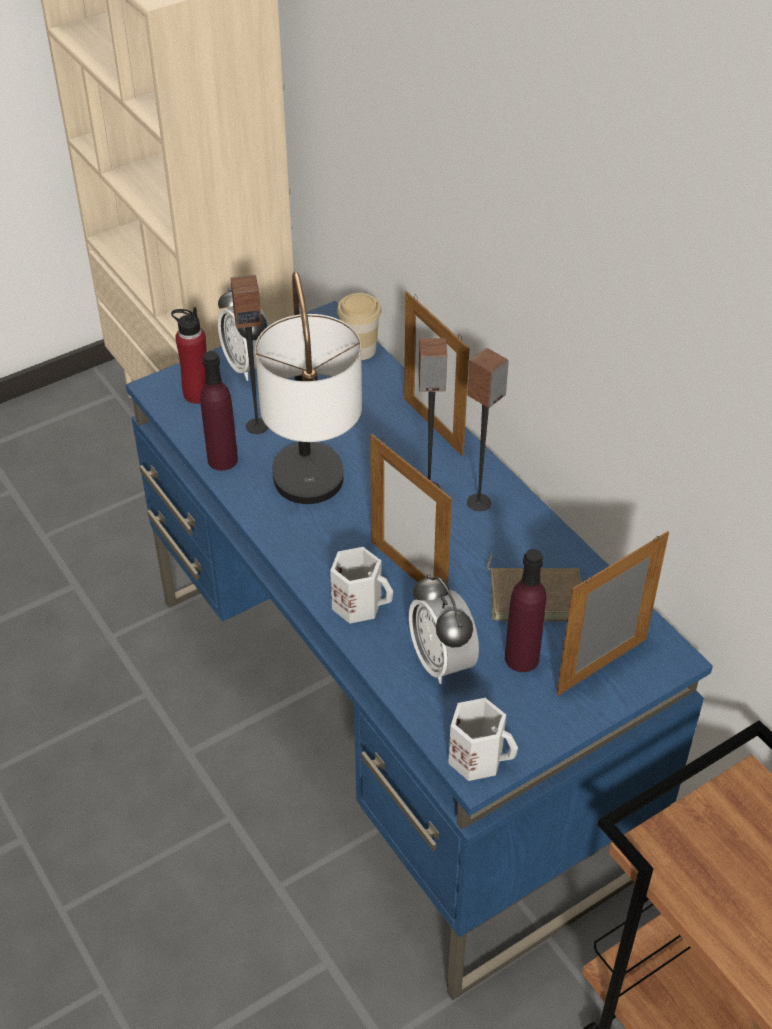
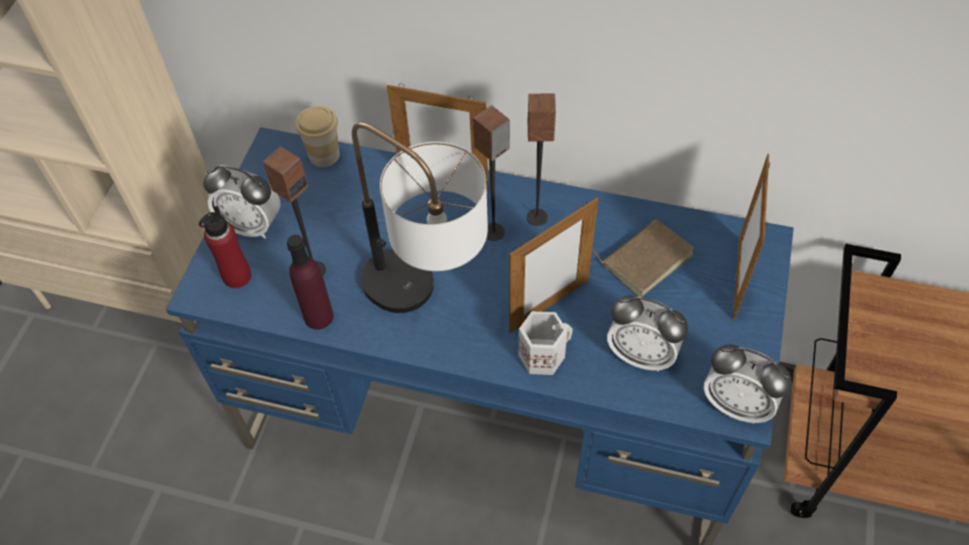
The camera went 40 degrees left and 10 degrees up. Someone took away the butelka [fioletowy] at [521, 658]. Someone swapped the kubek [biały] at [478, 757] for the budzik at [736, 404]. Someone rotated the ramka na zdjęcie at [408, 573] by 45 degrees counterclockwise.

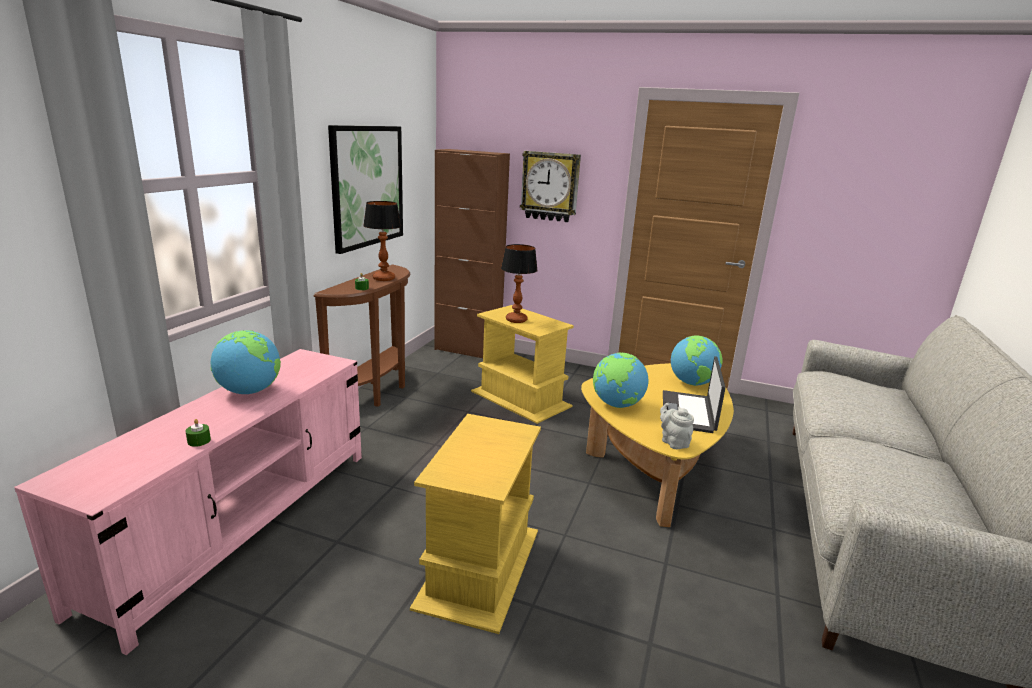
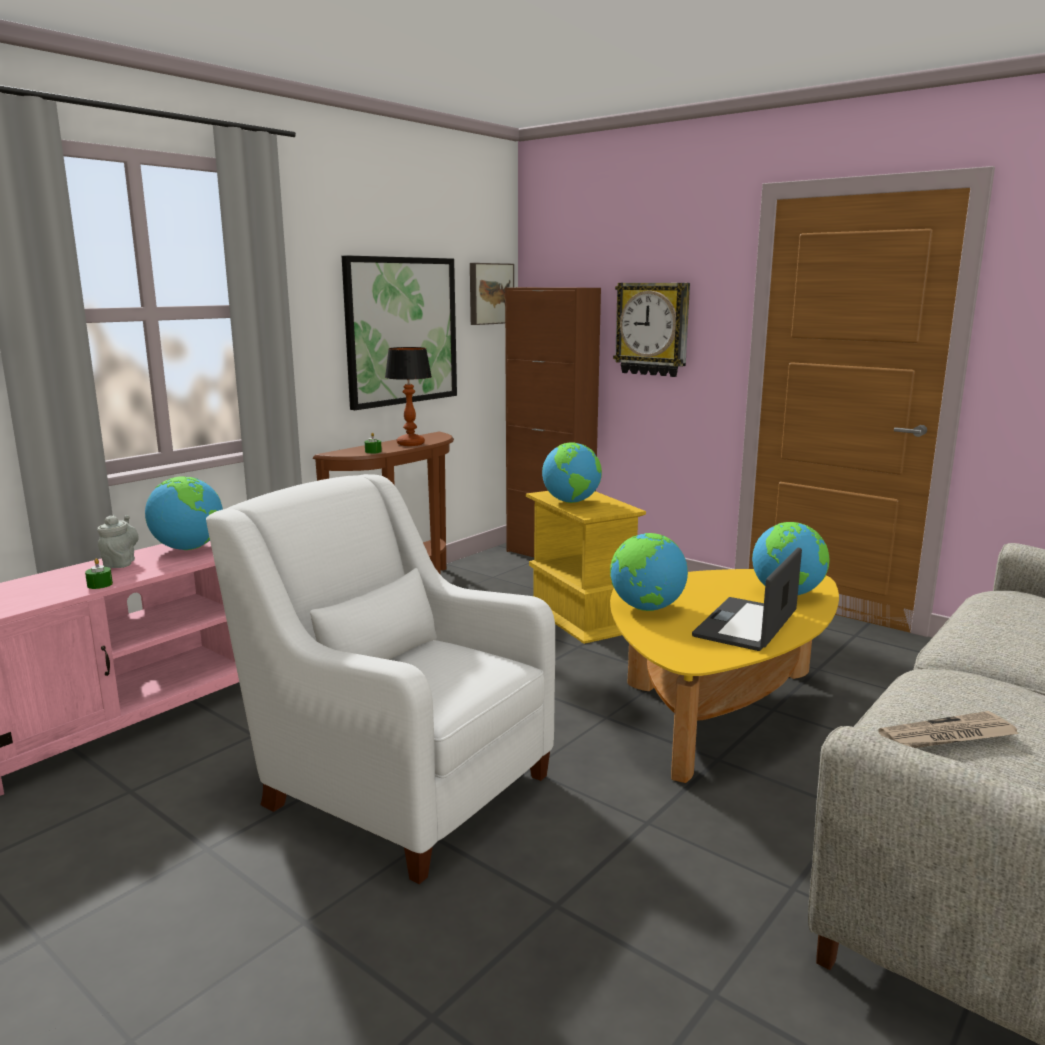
The camera went 20 degrees right and 5 degrees down. Someone put up the obraz at [490, 293]. Someone put down the gazeta at [947, 736]. Someone carried the imbryk [szary] from [673, 442] to [120, 563]. Someone swapped the stolik [żółty] at [480, 566] for the fotel [biały] at [397, 784]. Someone swapped the lampa stołowa at [516, 320] for the globus at [571, 501].

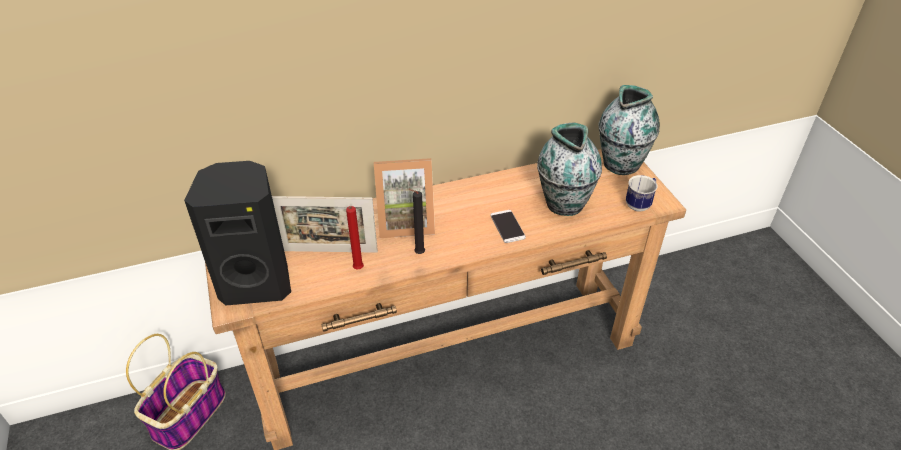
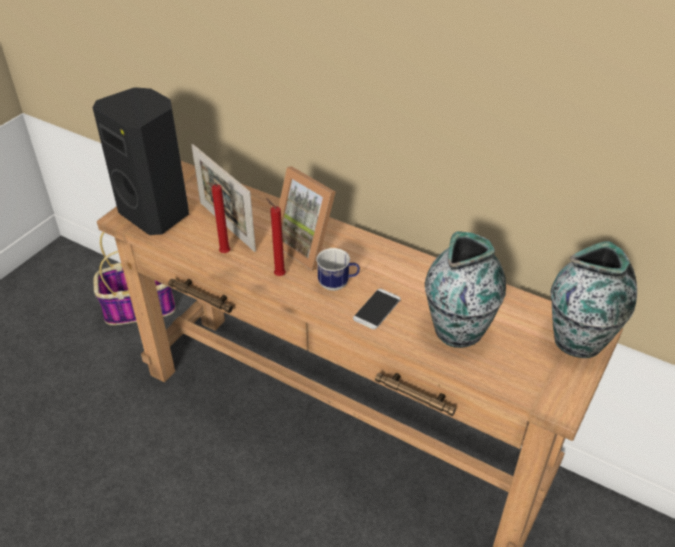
The camera went 50 degrees right and 0 degrees up. Someone carried the kubek from [640, 204] to [338, 284]. Someone repainted the świeca [czarny] at [418, 254], which became the świeca [czerwony] at [278, 275].

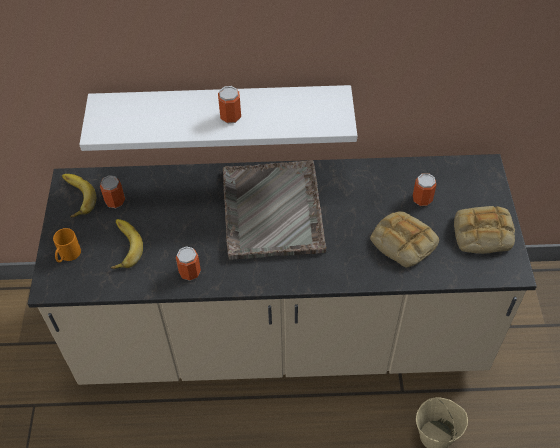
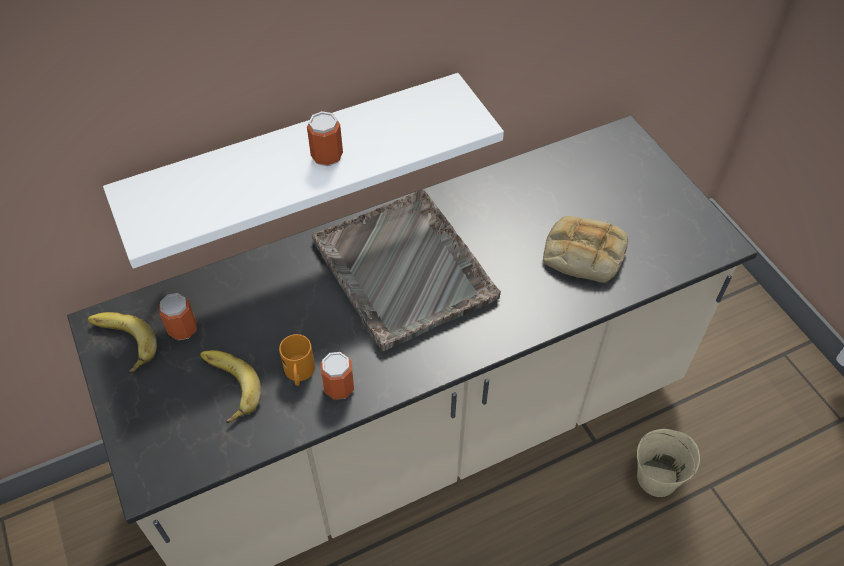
The camera went 25 degrees left and 0 degrees up. Someone took away the puszka at [422, 199]. Someone took away the chleb at [482, 234]. Someone carried the kubek [pomarańczowy] from [68, 256] to [299, 374].

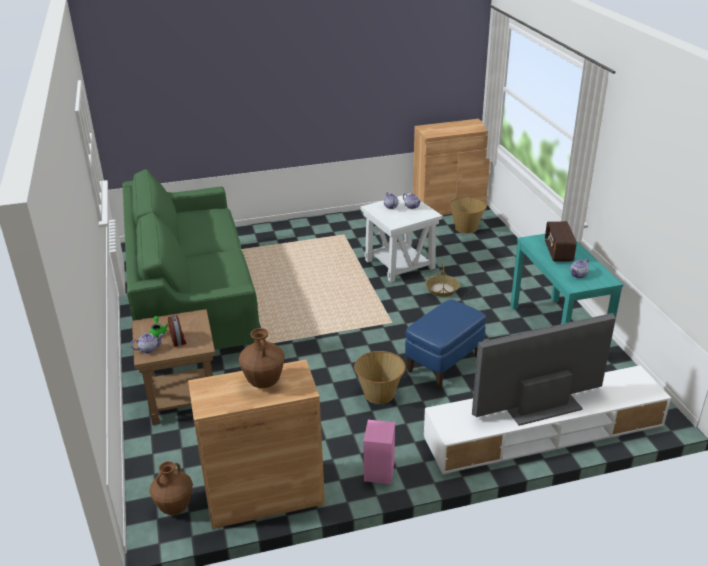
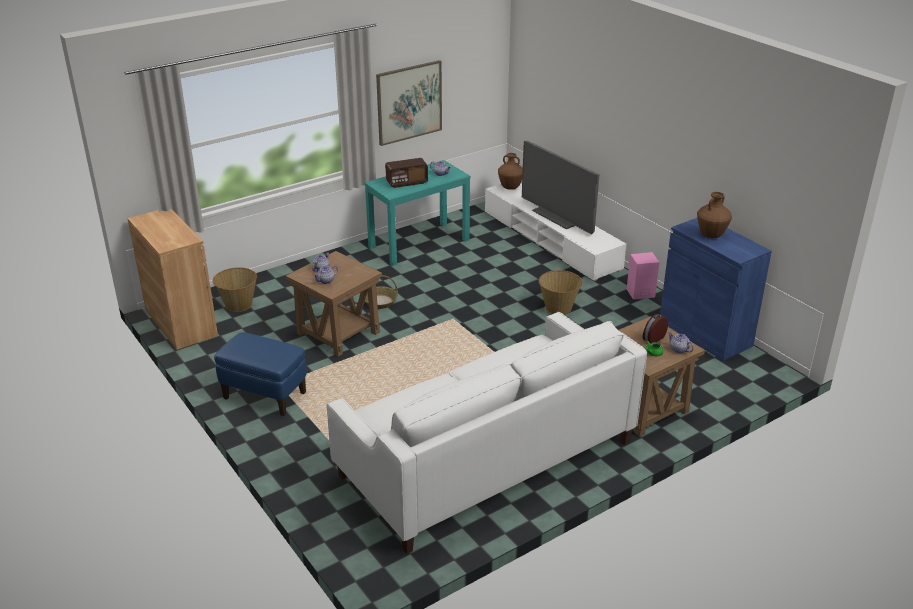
The camera went 110 degrees left and 0 degrees up. Someone put up the obraz at [409, 102]. Someone carried the wazon [brązowy] from [175, 507] to [510, 187]. Someone carried the pufa [niebieski] from [443, 364] to [265, 396]. Someone repainted the kanapa [zielony] at [193, 301], which became the kanapa [biały] at [486, 458]. Someone repainted the szafka [brązowy] at [264, 495], which became the szafka [niebieski] at [705, 333]. Someone repainted the stolik [biały] at [399, 264], which became the stolik [brązowy] at [339, 333].

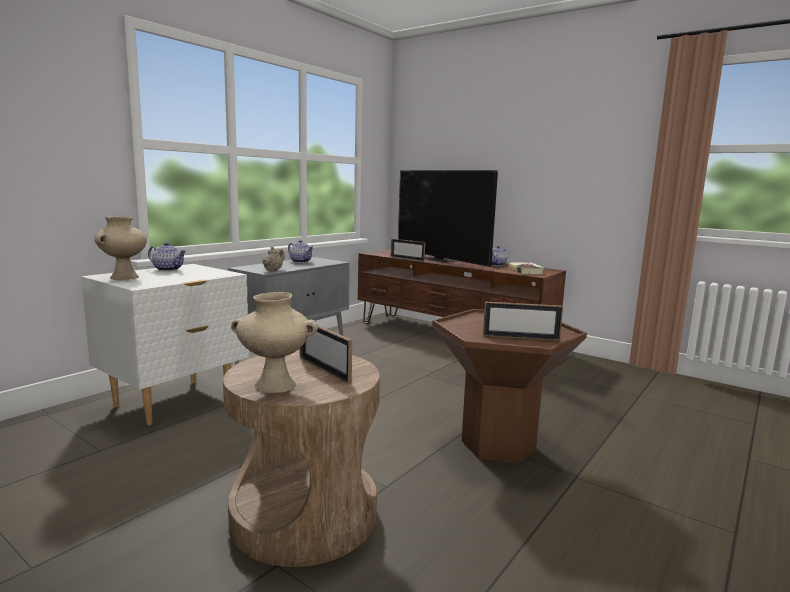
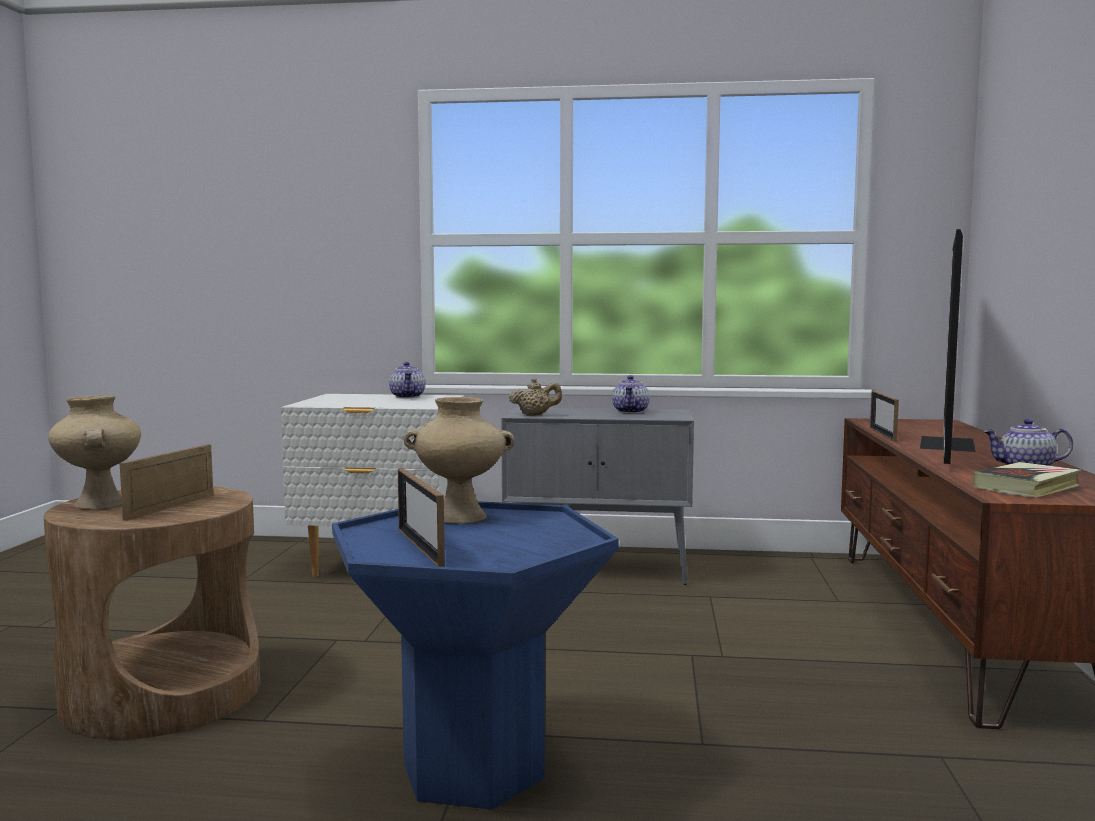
The camera went 60 degrees right and 5 degrees down. Someone carried the wazon [beżowy] from [124, 277] to [461, 517]. Someone repainted the stolik [brązowy] at [498, 445], which became the stolik [niebieski] at [474, 770].

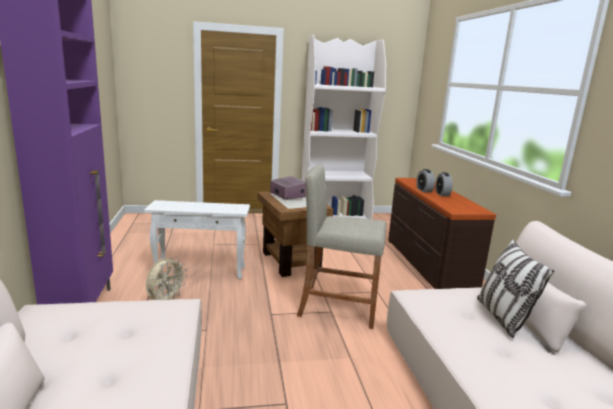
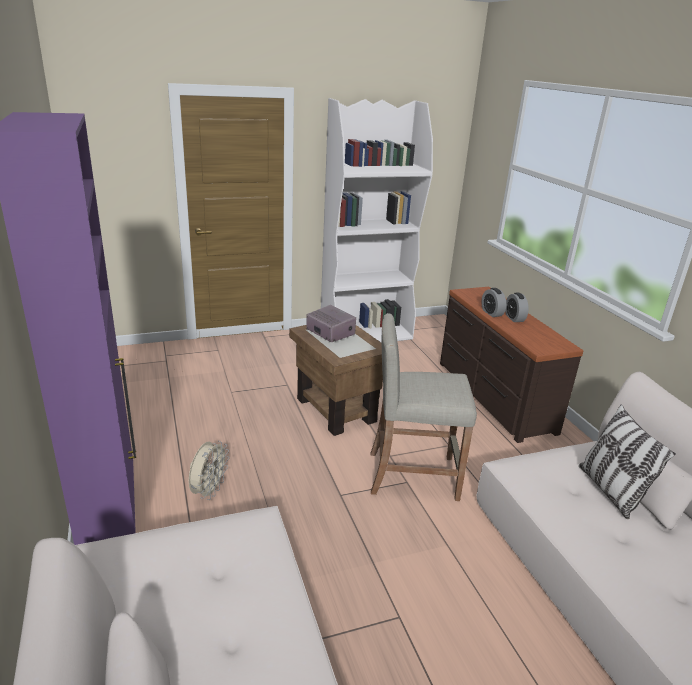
The camera went 10 degrees left and 10 degrees up. Someone took away the stolik [biały] at [200, 271].

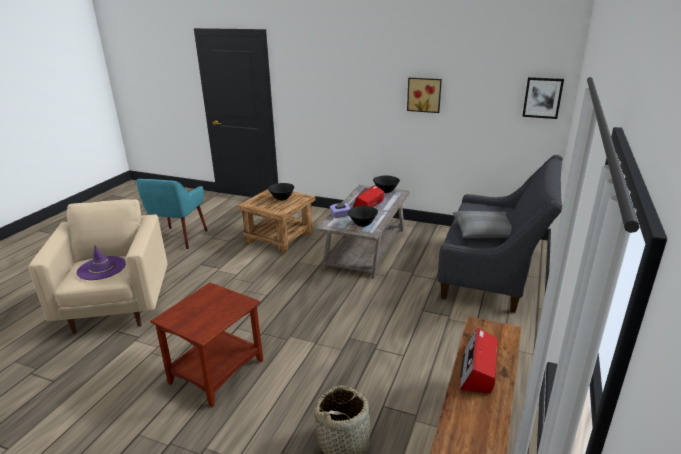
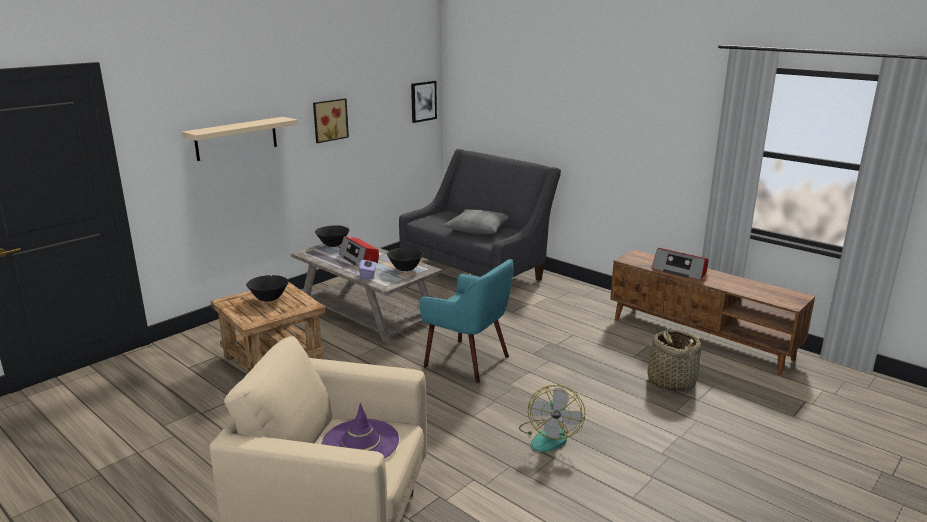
The camera went 70 degrees left and 5 degrees down. Someone put up the półka [beżowy] at [236, 138]. Someone carried the fotel [turkusowy] from [178, 238] to [468, 361]. Someone swapped the stolik [brązowy] at [217, 372] for the wentylator at [549, 436].

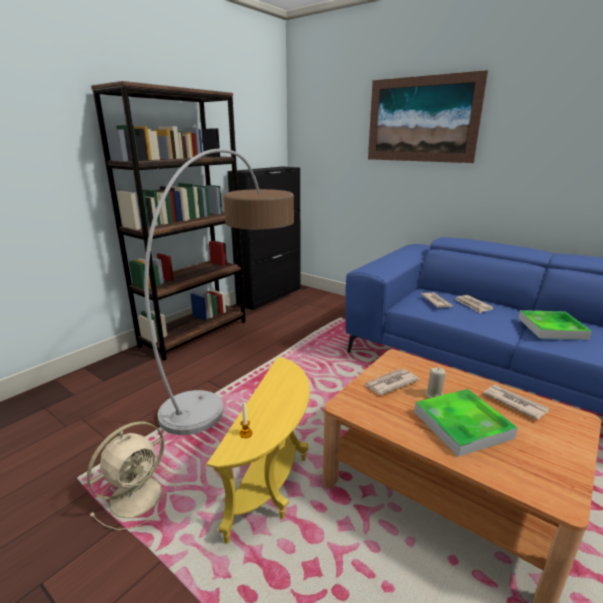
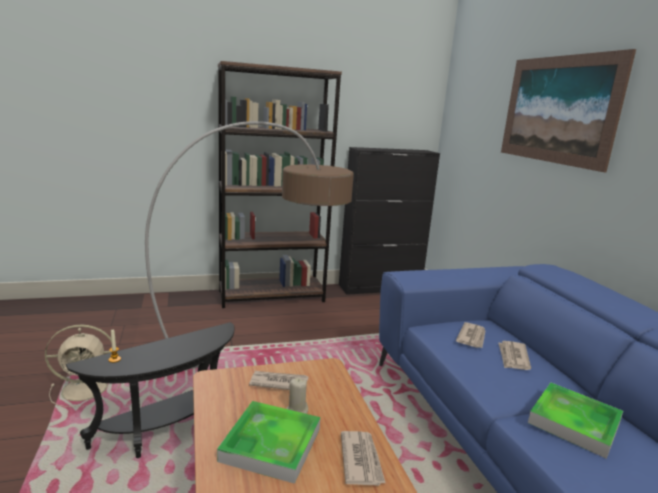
The camera went 35 degrees right and 5 degrees down. Someone repainted the stolik [żółty] at [274, 482], which became the stolik [czarny] at [168, 431].

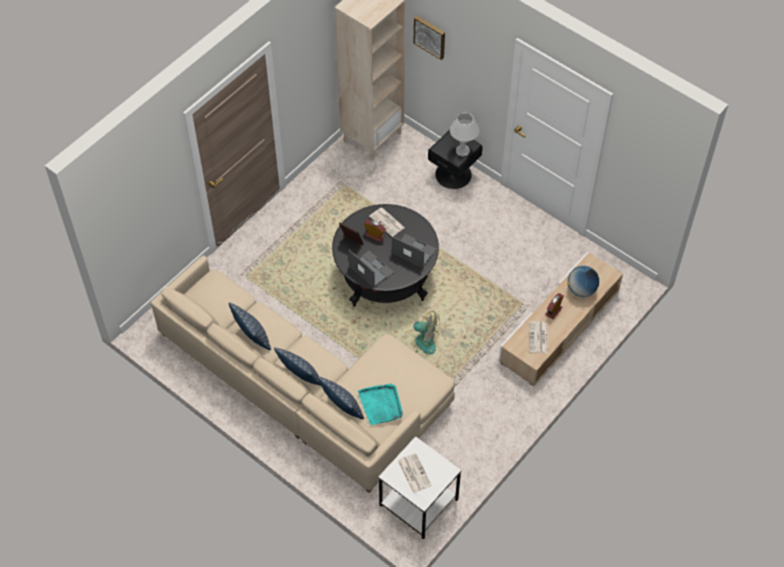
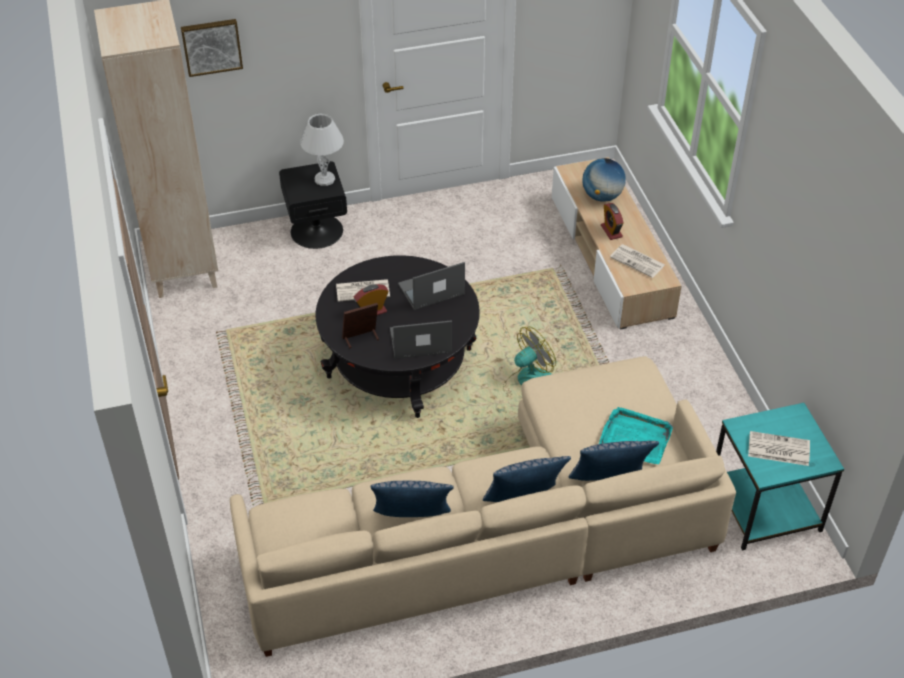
The camera went 55 degrees left and 10 degrees down. Someone repainted the stolik [biały] at [417, 503], which became the stolik [turkusowy] at [764, 509].

